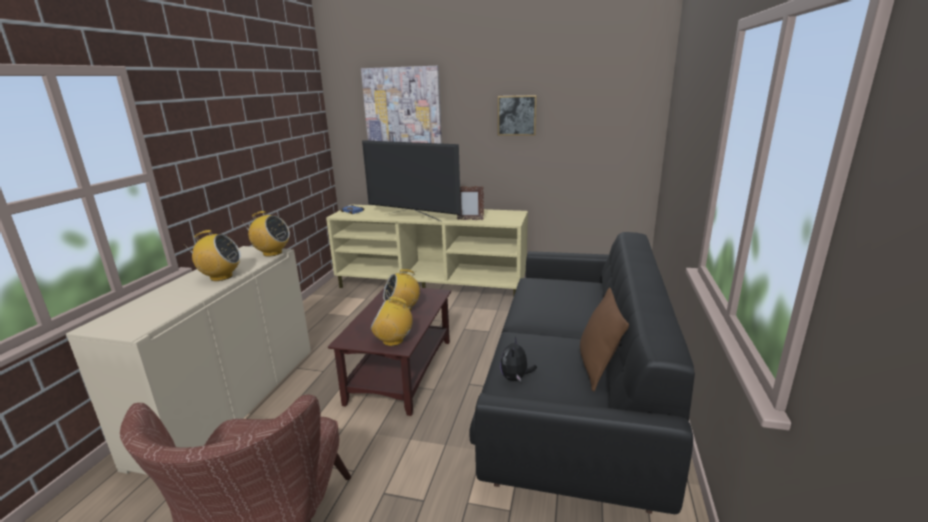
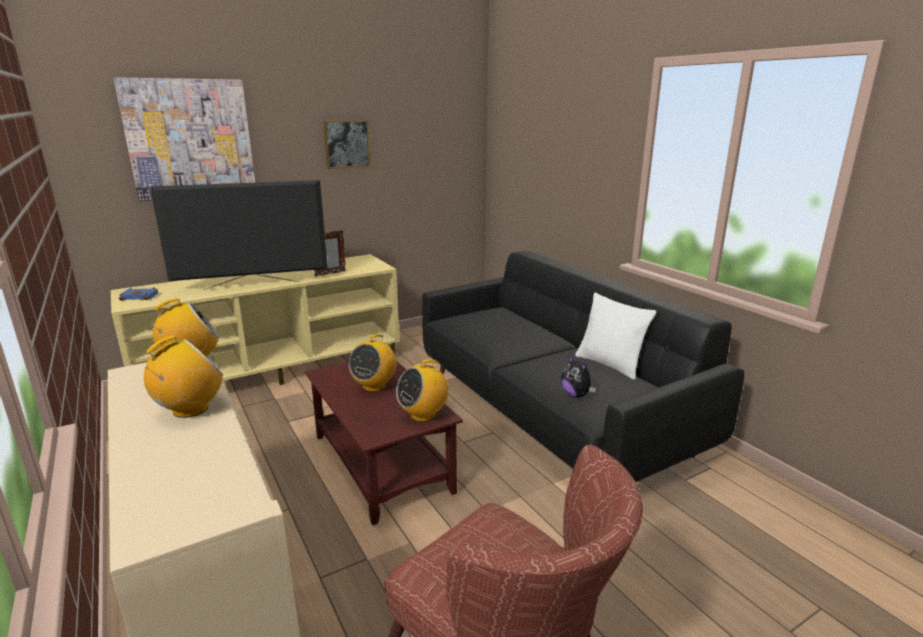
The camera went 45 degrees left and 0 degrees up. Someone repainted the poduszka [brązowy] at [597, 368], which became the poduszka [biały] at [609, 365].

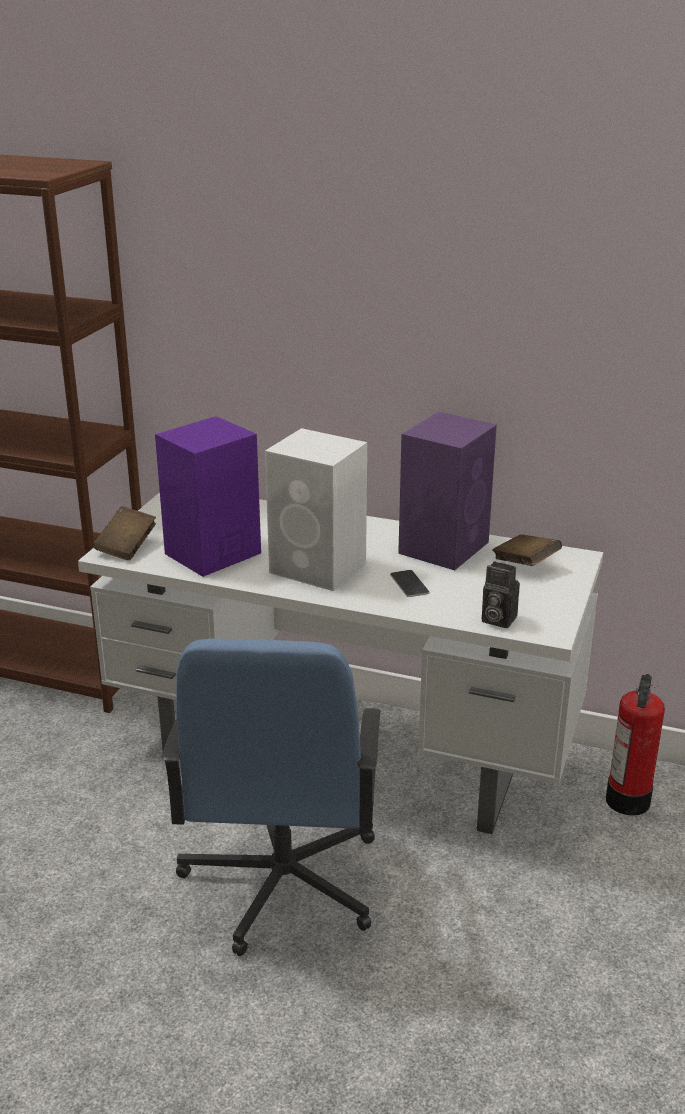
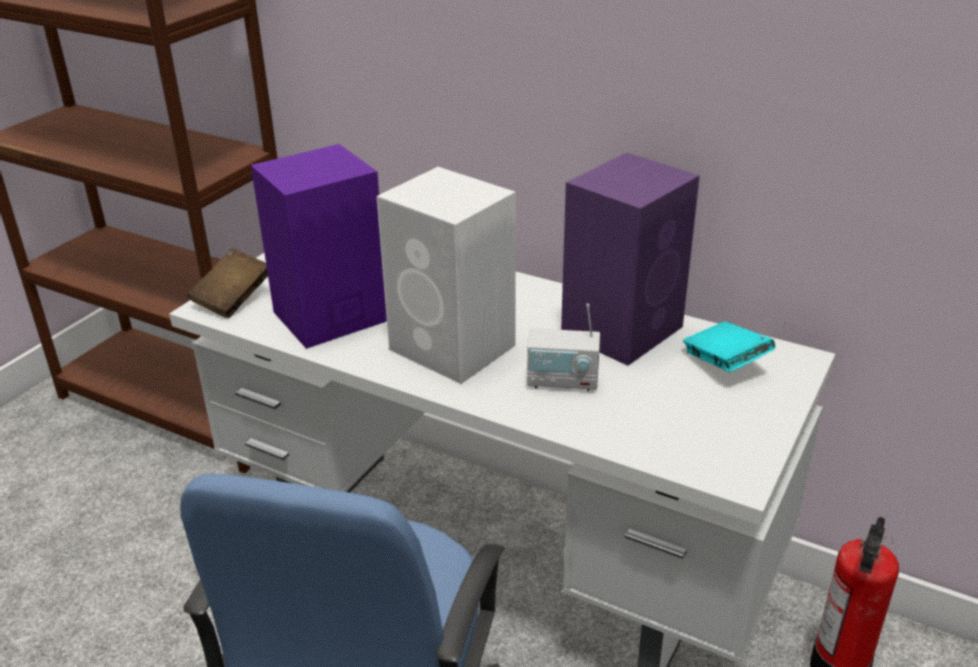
The camera went 10 degrees right and 5 degrees up. Someone took away the aparat fotograficzny at [496, 619]. Someone swapped the telefon at [409, 583] for the radio at [563, 381]. Someone repainted the książka [brązowy] at [525, 564], which became the książka [turkusowy] at [725, 363].

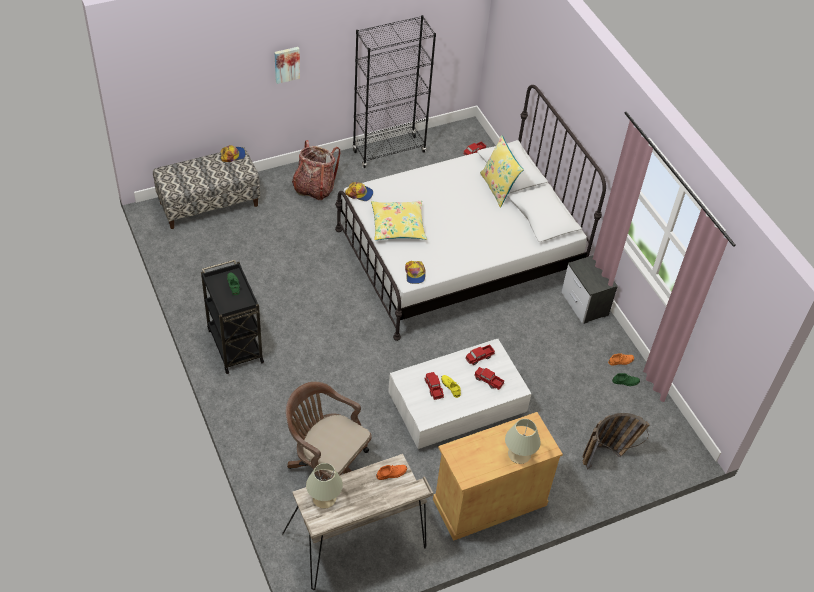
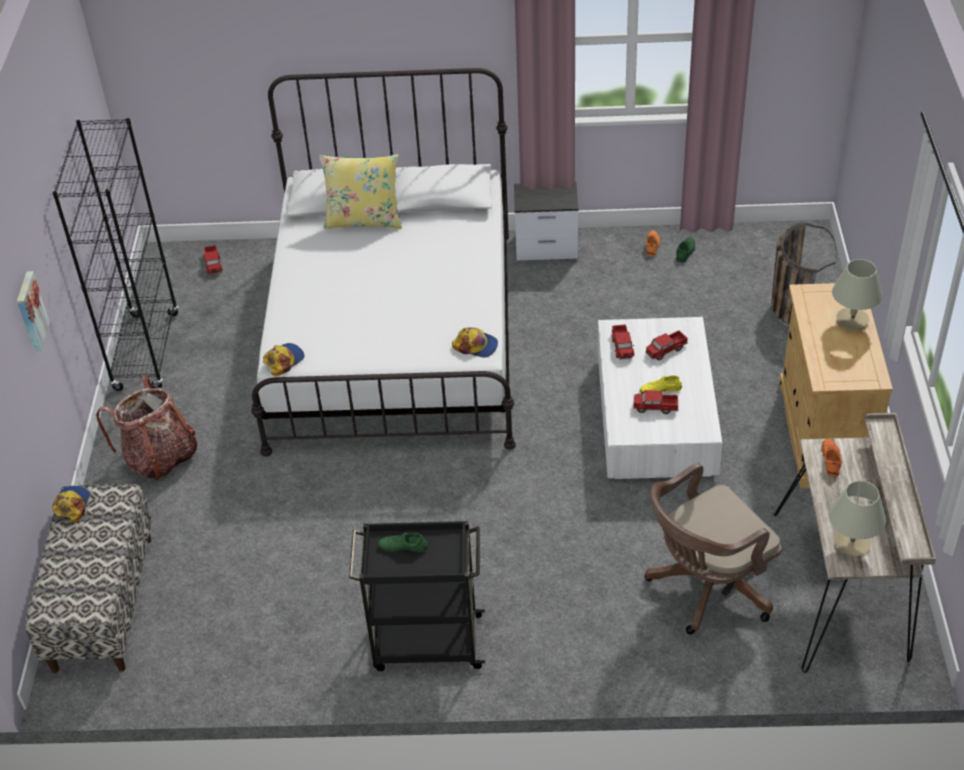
The camera went 60 degrees left and 5 degrees down. Someone took away the poduszka [żółty] at [398, 226].

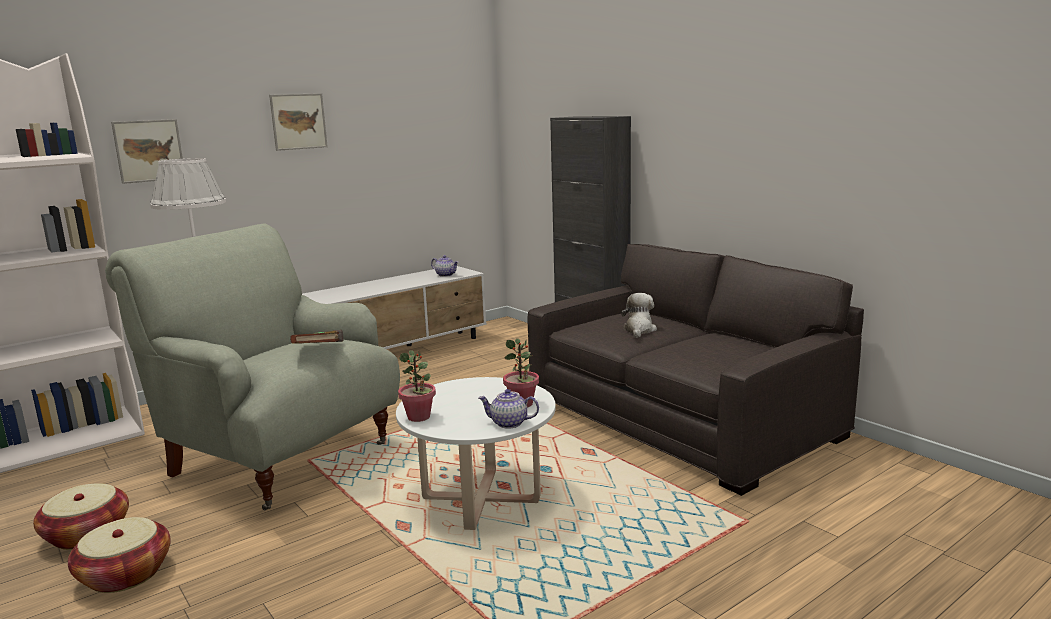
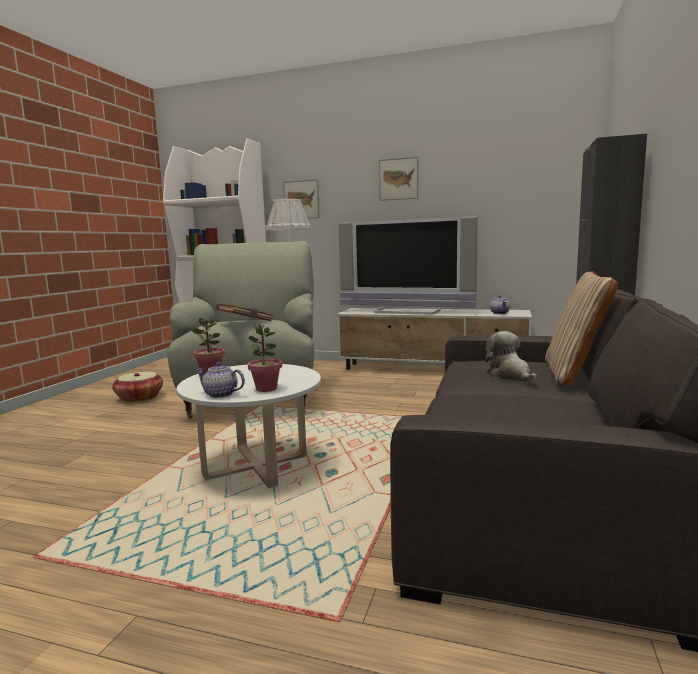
The camera went 55 degrees right and 5 degrees down. Someone took away the koszyk at [125, 575]. Someone put down the telewizor at [406, 312]. Someone put down the poduszka [beżowy] at [574, 374]. Someone rotated the imbryk at [508, 423] by 45 degrees counterclockwise. Someone rotated the pluszak at [639, 330] by 90 degrees counterclockwise.

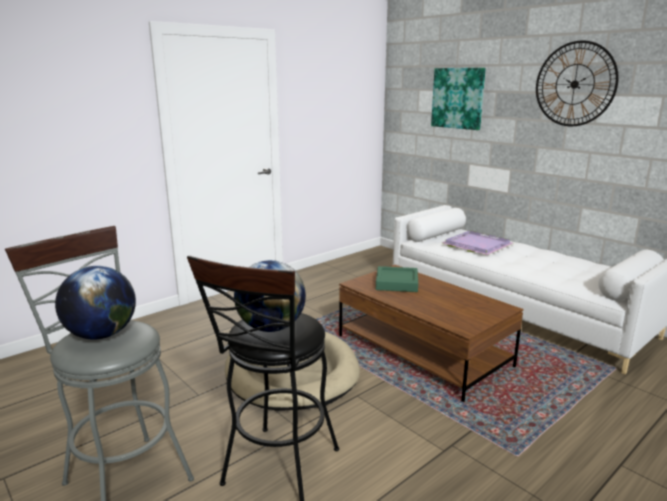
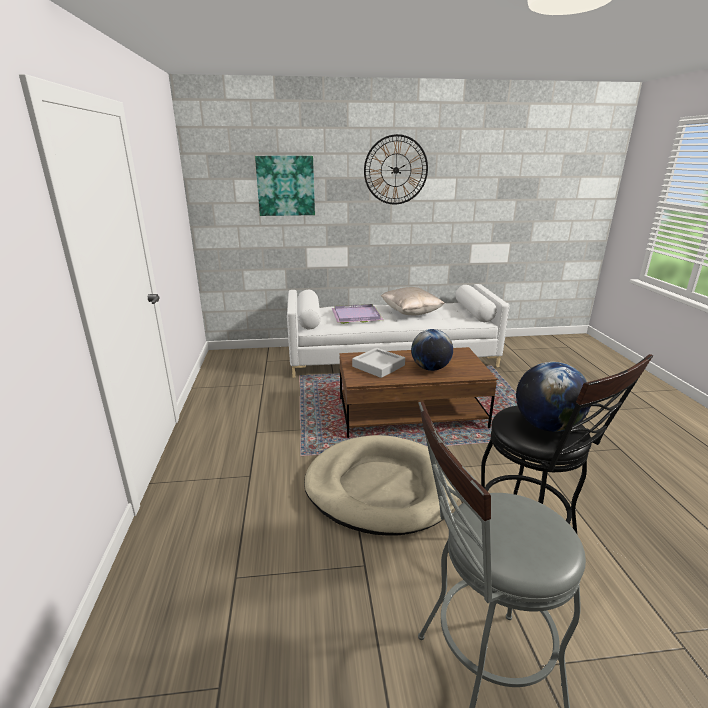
The camera went 55 degrees left and 5 degrees up. Someone put down the poduszka [beżowy] at [411, 313]. Someone carried the globus from [101, 335] to [430, 368]. Someone repainted the taca [zielony] at [396, 283], which became the taca [szary] at [378, 366].

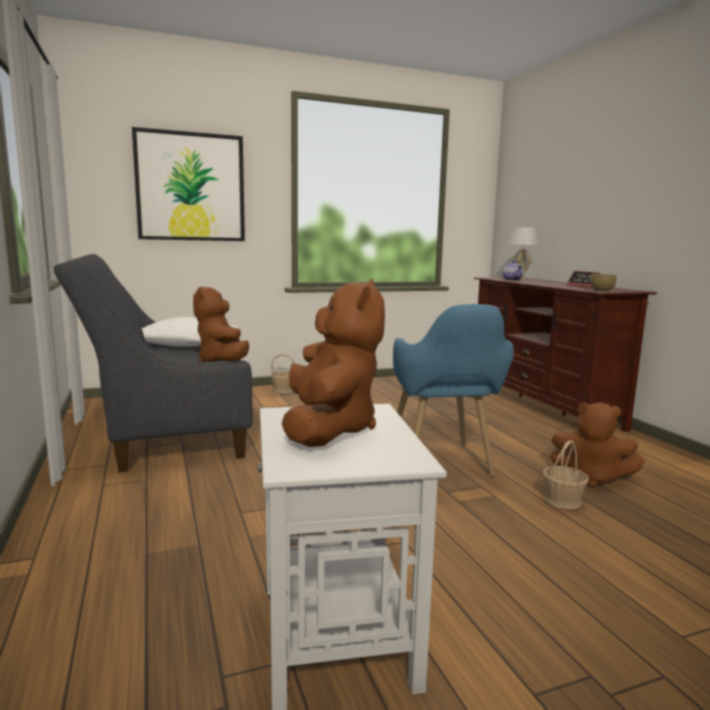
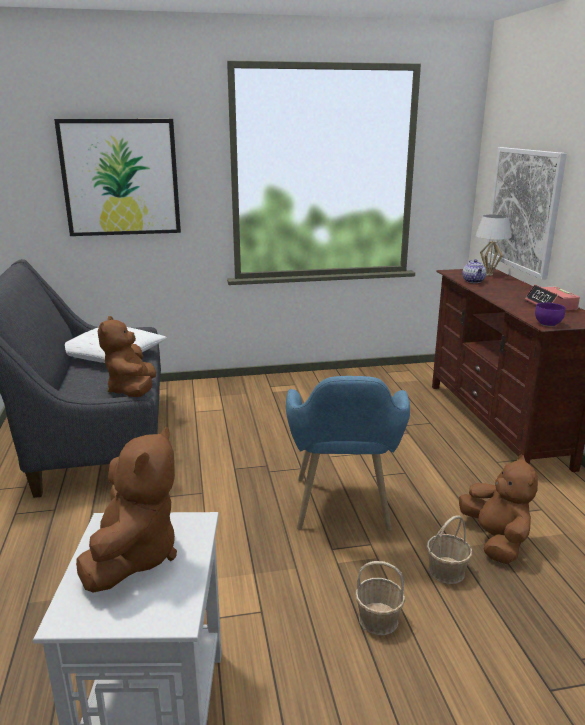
The camera went 10 degrees right and 10 degrees up. Someone put up the obraz at [523, 210]. Someone carried the koszyk from [283, 390] to [378, 620]. Someone repainted the miska [brązowy] at [602, 291], which became the miska [fioletowy] at [548, 324]. Someone rotated the pluszak [brązowy] at [591, 477] by 135 degrees counterclockwise.

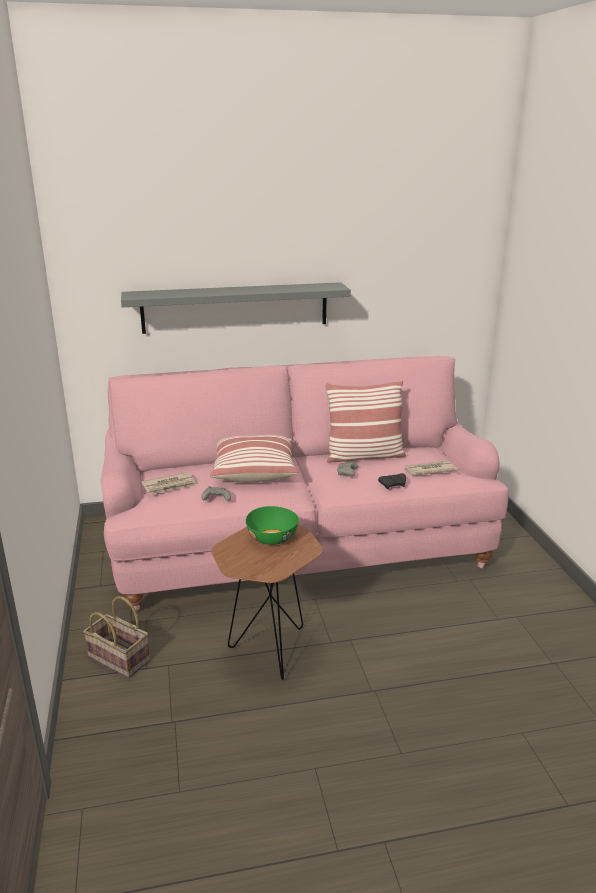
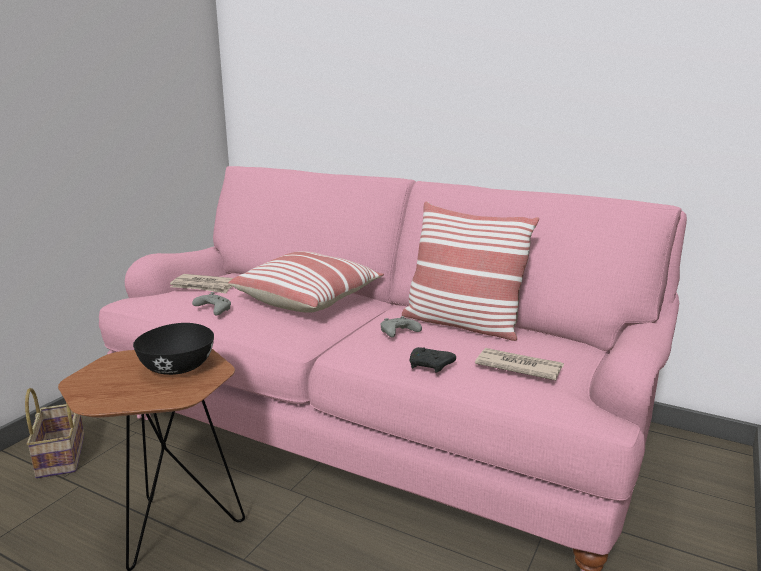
The camera went 40 degrees right and 5 degrees down. Someone took away the półka [szary] at [235, 307]. Someone repainted the miska [zielony] at [273, 538], which became the miska [czarny] at [178, 368].

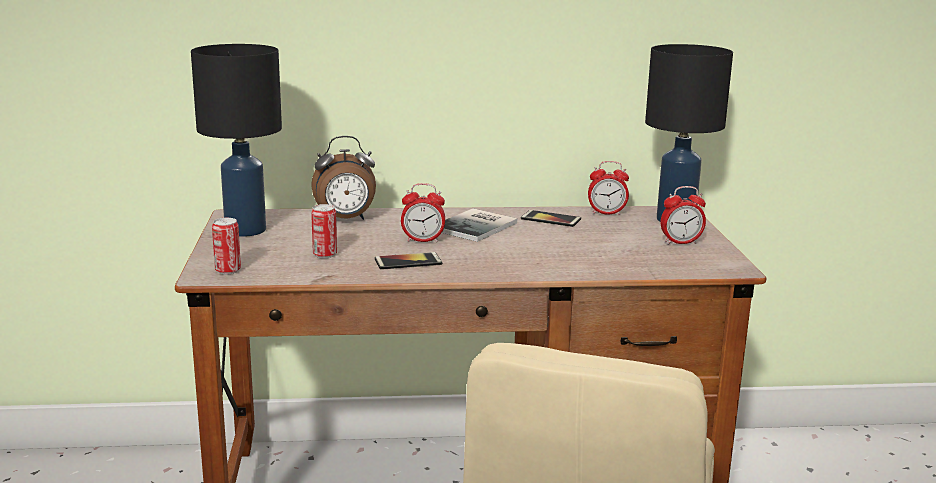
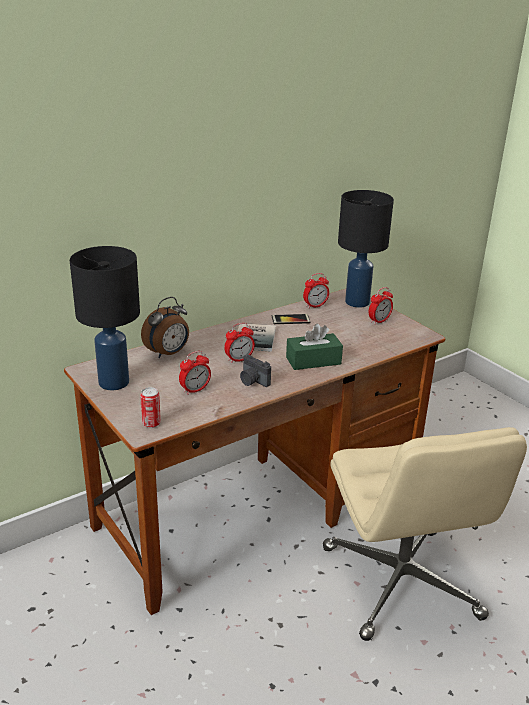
The camera went 30 degrees left and 10 degrees up. Someone put down the pudełko chusteczek [zielony] at [313, 361]. Someone swapped the puszka at [325, 255] for the budzik at [195, 390]. Someone swapped the telefon at [408, 262] for the aparat fotograficzny at [253, 381].

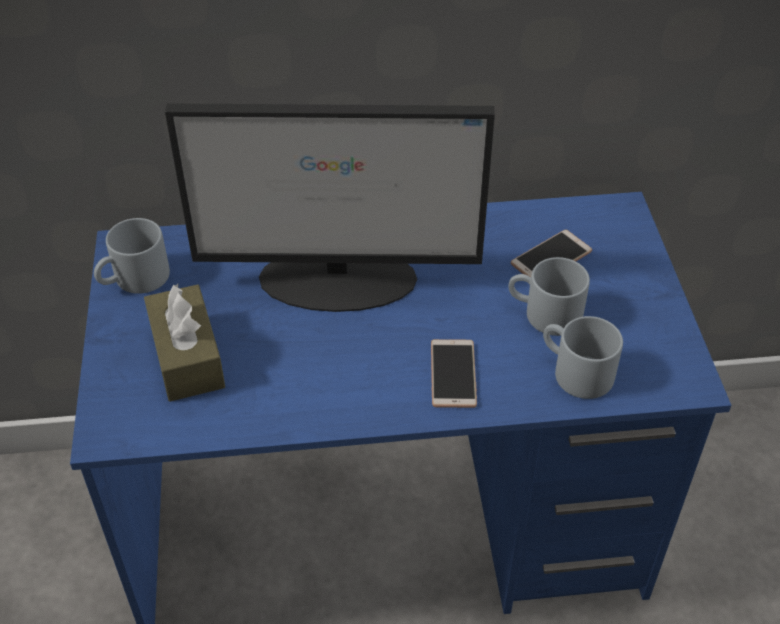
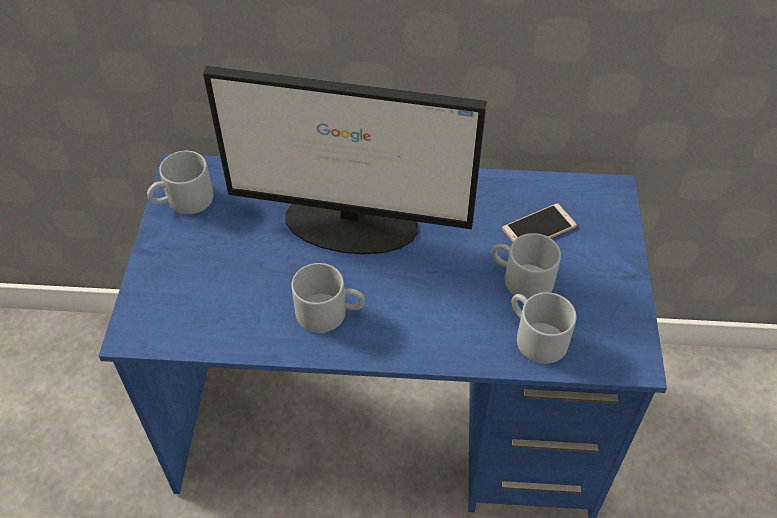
The camera went 10 degrees right and 5 degrees up. Someone took away the pudełko chusteczek [brązowy] at [187, 357]. Someone took away the telefon at [453, 374]. Someone put down the kubek [szary] at [330, 312].

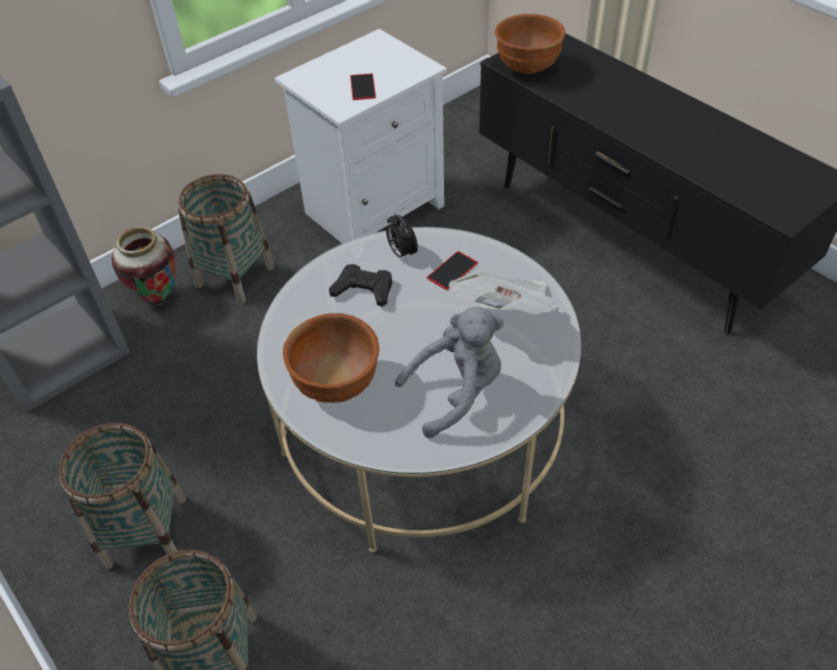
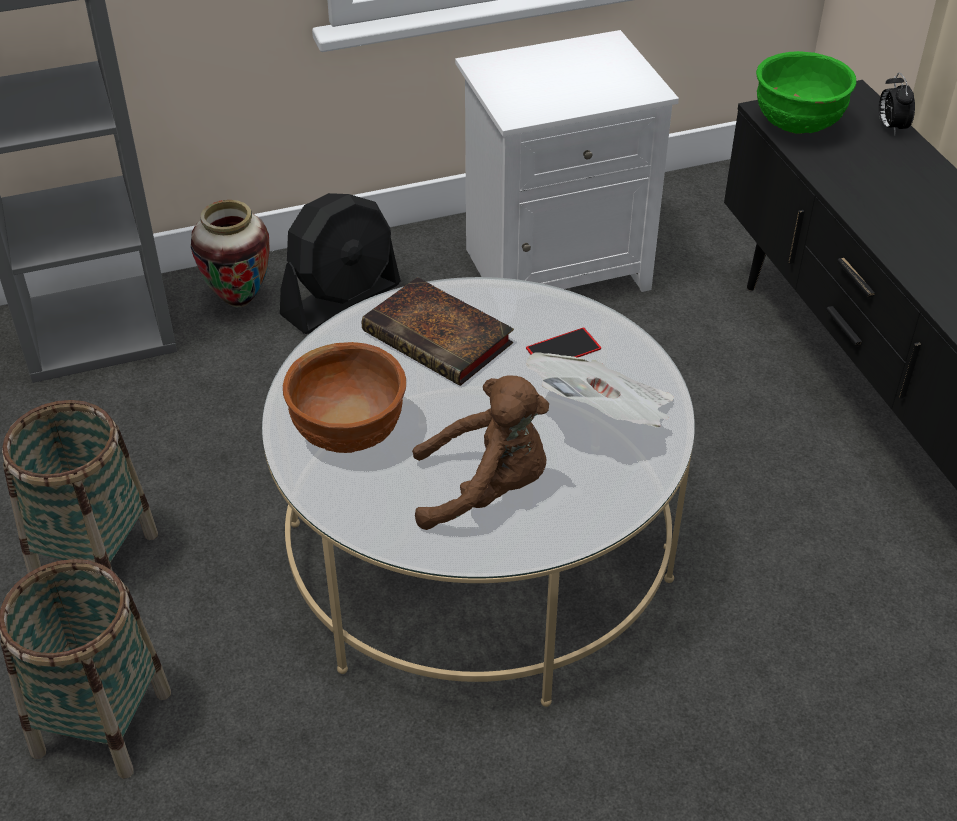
The camera went 20 degrees right and 5 degrees down. Someone took away the telefon at [363, 87]. Someone carried the budzik from [402, 253] to [890, 127]. Someone swapped the koszyk at [234, 276] for the wentylator [czarny] at [342, 300]. Someone swapped the pad do gier [czarny] at [363, 289] for the książka at [441, 339]. Someone repainted the pluszak [szary] at [457, 392], which became the pluszak [brązowy] at [486, 489]. Someone repainted the miska [brązowy] at [527, 67], which became the miska [zielony] at [797, 125].

